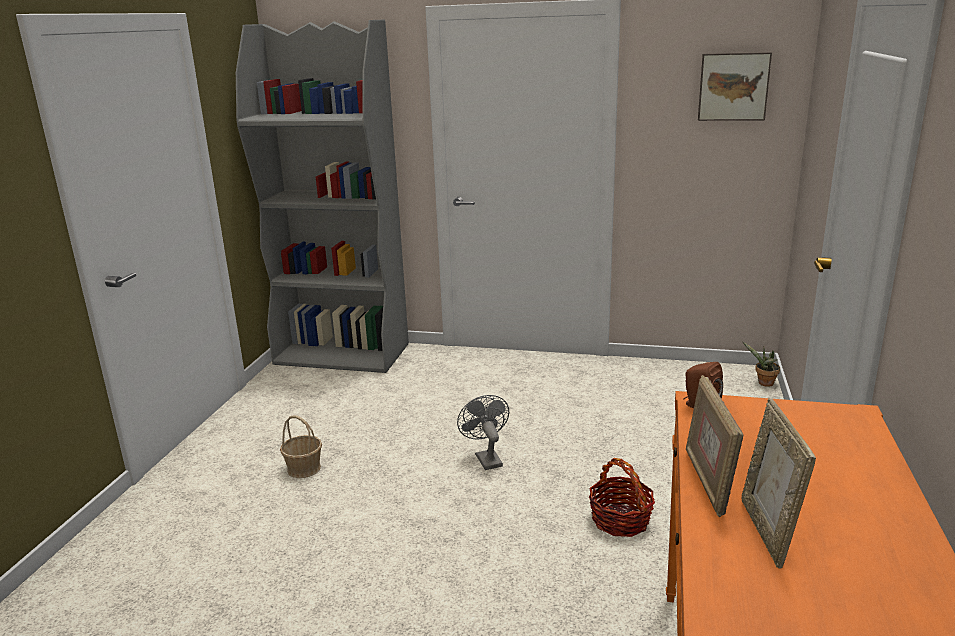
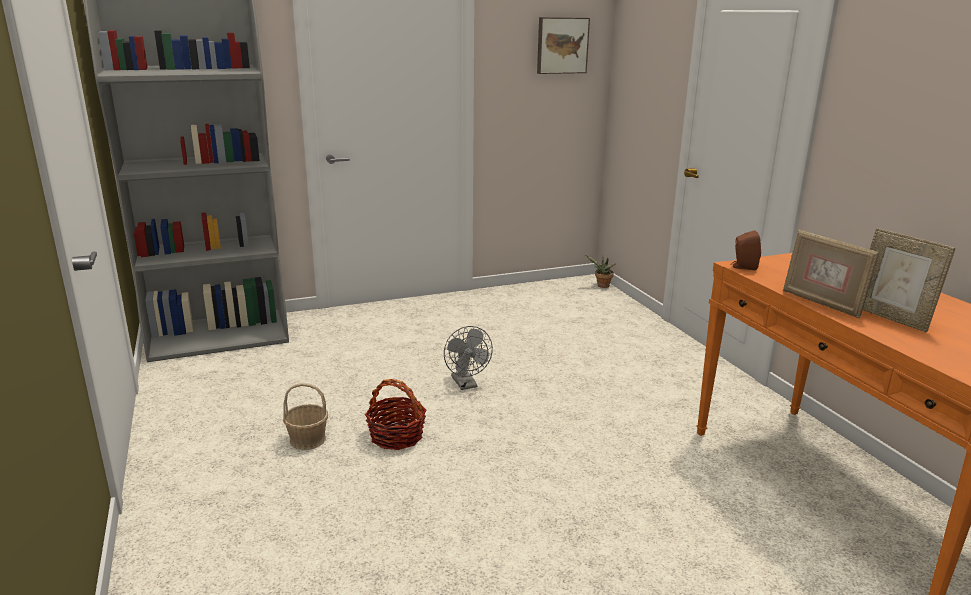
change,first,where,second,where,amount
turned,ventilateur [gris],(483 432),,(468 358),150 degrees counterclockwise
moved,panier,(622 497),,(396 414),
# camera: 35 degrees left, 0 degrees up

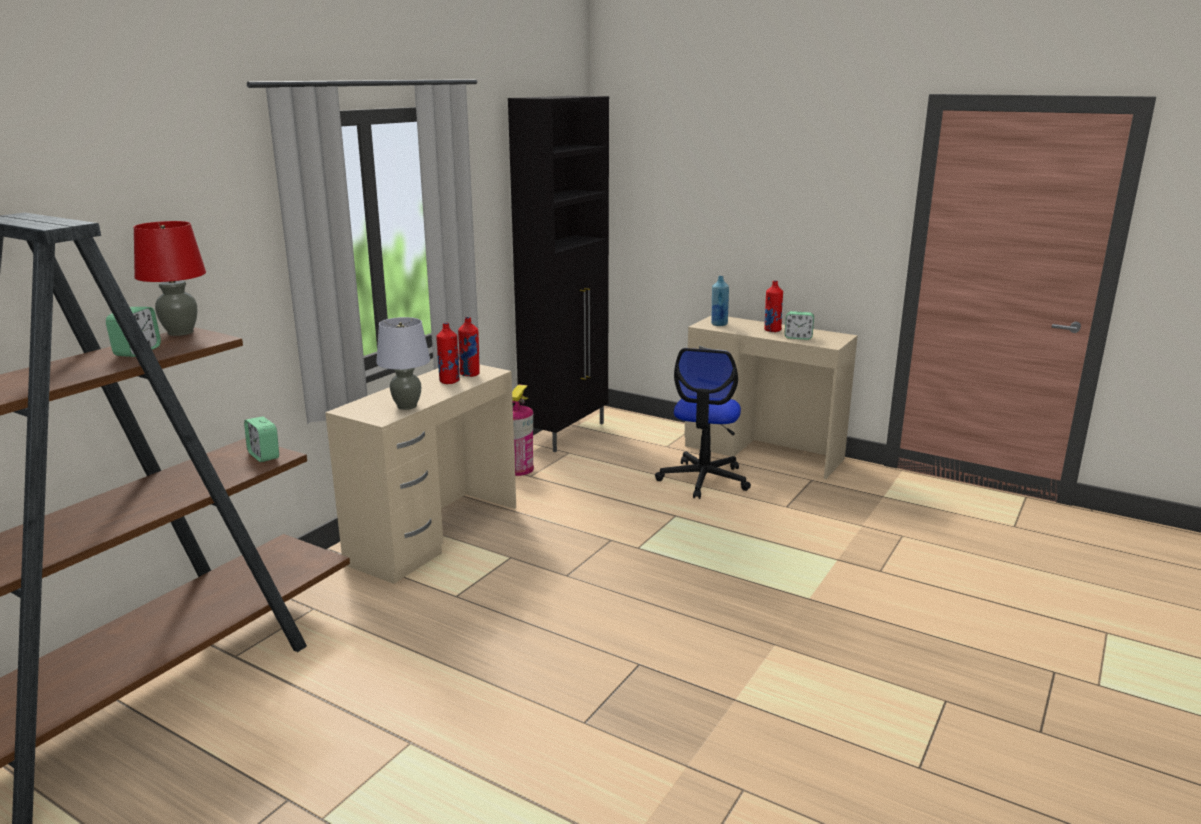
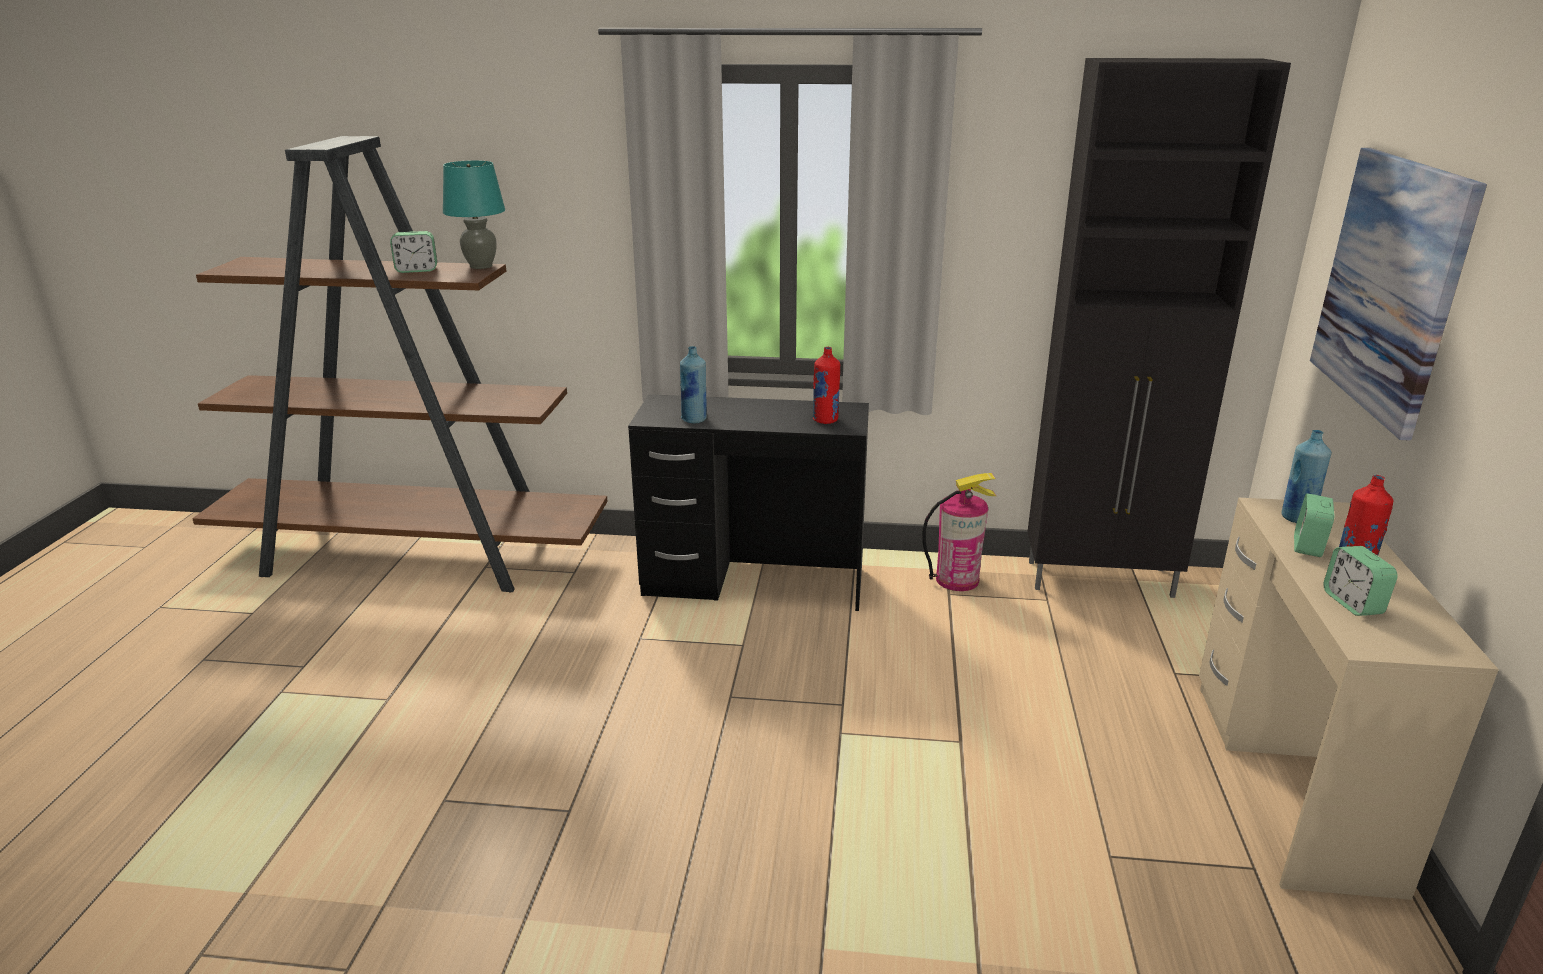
change,first,where,second,where,amount
recoloured,lampe de table [rouge],(169 278),lampe de table [turquoise],(474 214),
moved,réveil,(261 439),,(1314 525),
recoloured,bureau [beige],(420 472),bureau [noir],(748 502),
replaced,lampe de table [gris],(403 363),bouteille [bleu],(693 384),
removed,bouteille [rouge],(448 353),,,
removed,chaise de bureau,(703 423),,,
added,,,tableau,(1398 294),
# camera: 65 degrees right, 5 degrees up

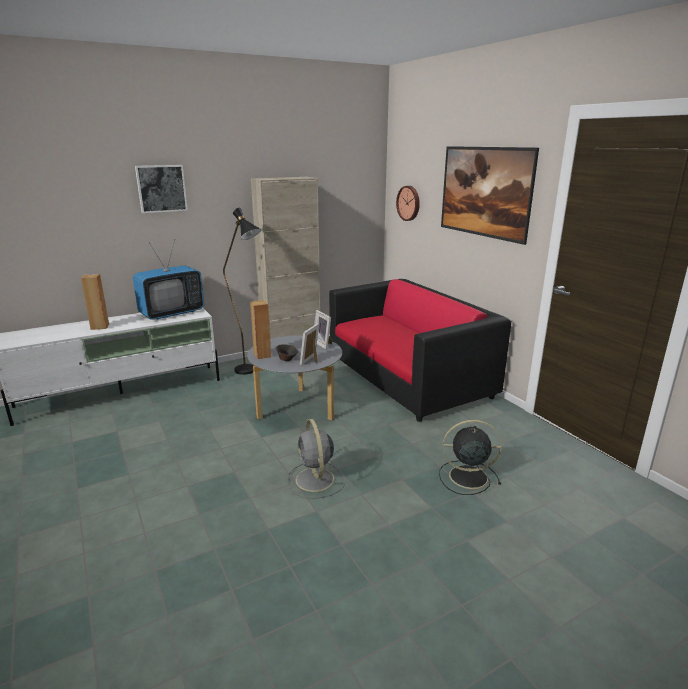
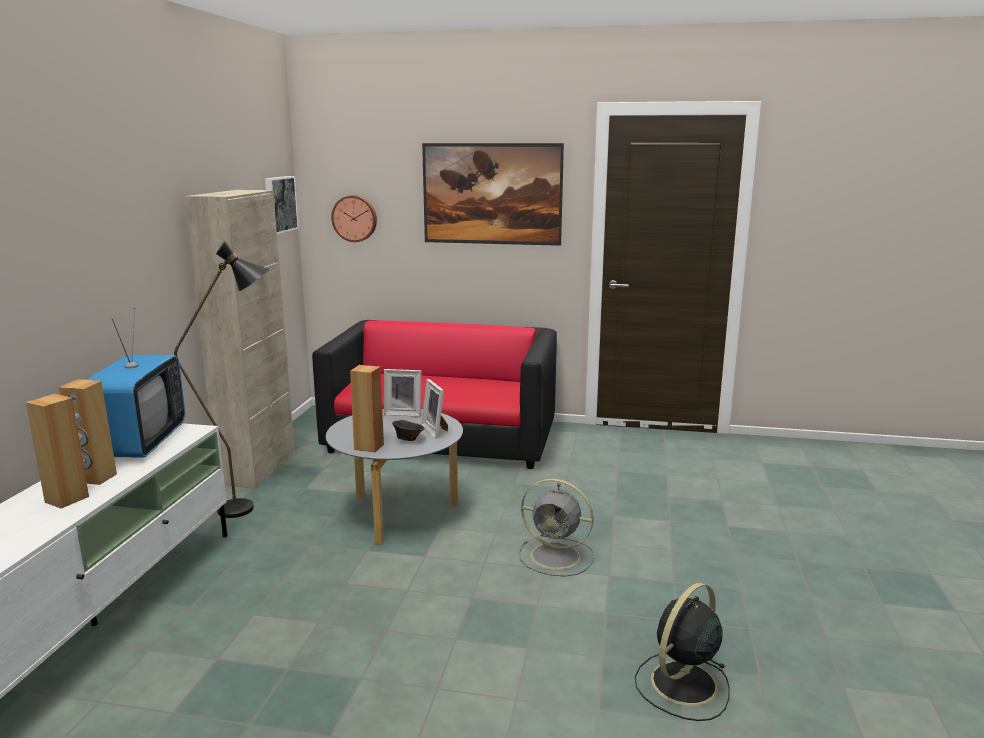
change,first,where,second,where,amount
moved,tableau,(161 189),,(282 205),
moved,ventilateur [noir],(470 457),,(682 652),
added,,,enceinte [marron],(88 432),
# camera: 50 degrees left, 5 degrees down

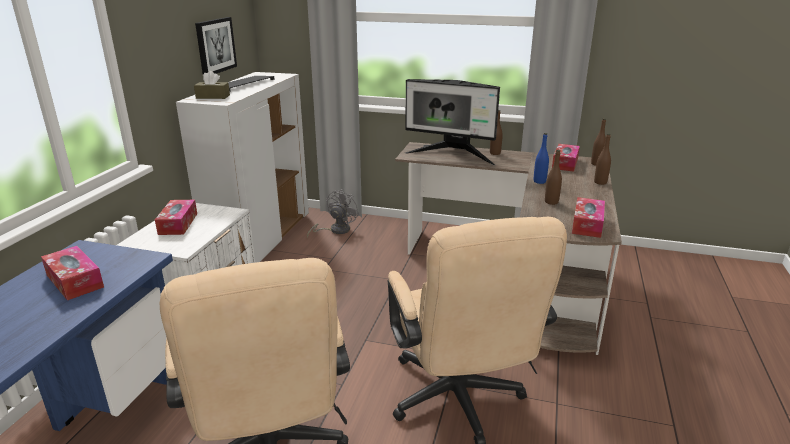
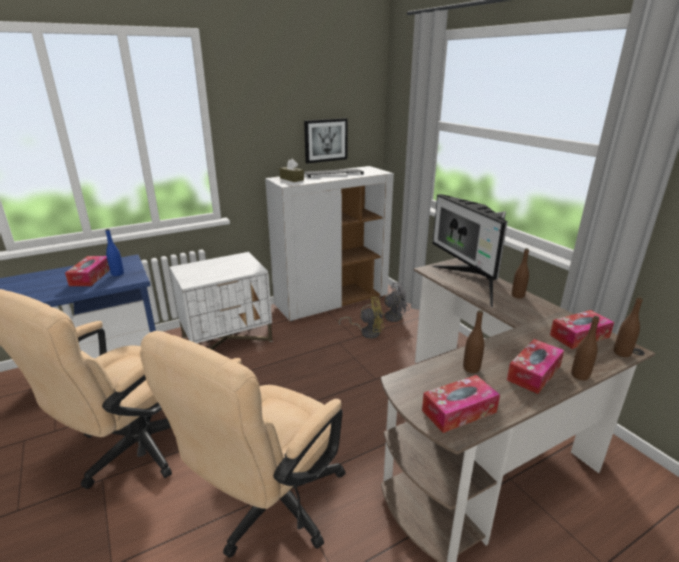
change,first,where,second,where,amount
moved,boîte à mouchoirs,(176 217),,(535 366),
moved,bouteille [bleu],(541 158),,(115 252),
added,,,ventilateur [jaune],(361 317),
# camera: 45 degrees right, 0 degrees up

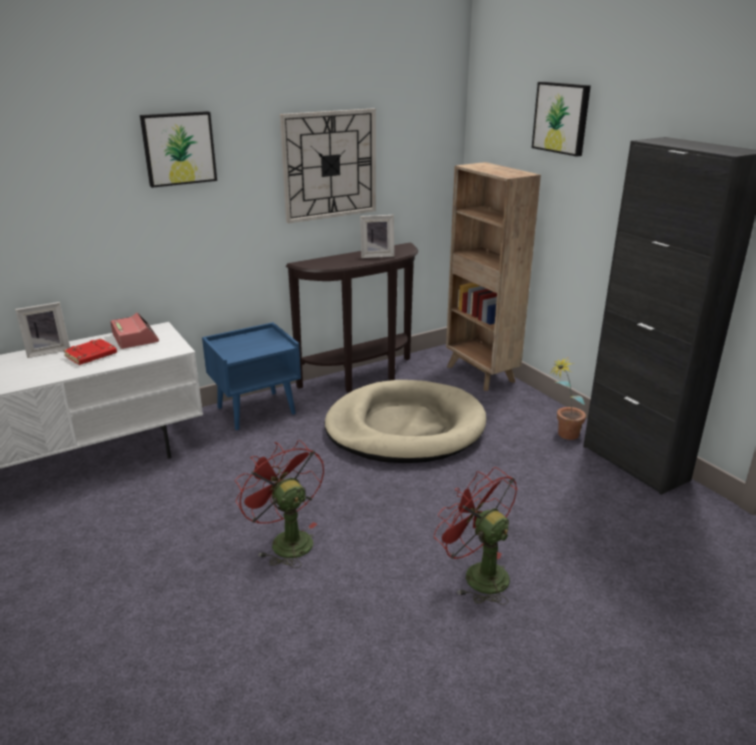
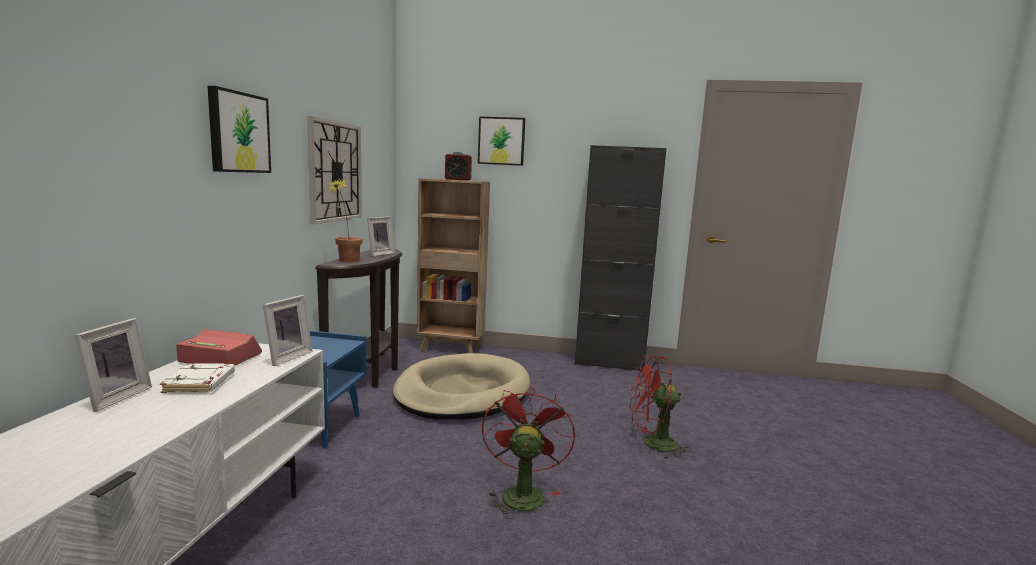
change,first,where,second,where,amount
recoloured,livre [rouge],(90 351),livre [blanc],(197 378),
turned,ventilateur [rouge],(279 504),,(528 452),90 degrees clockwise
moved,plante en pot,(568 398),,(345 220),
added,,,cadre photo,(288 330),
added,,,réveil,(458 166),
# camera: 50 degrees left, 15 degrees down

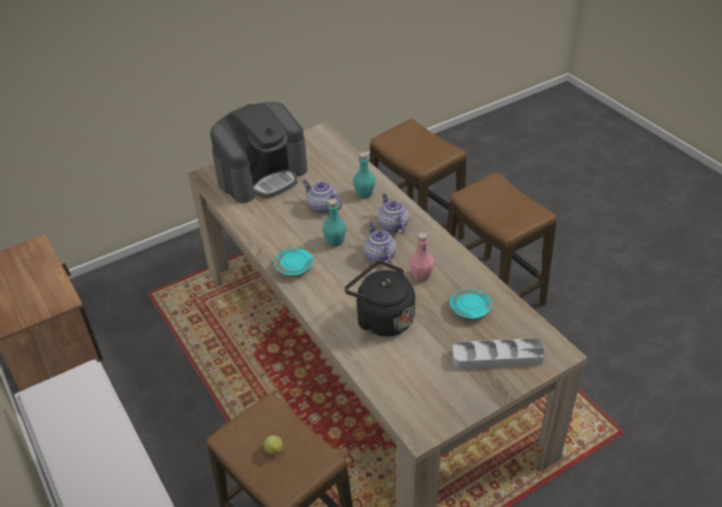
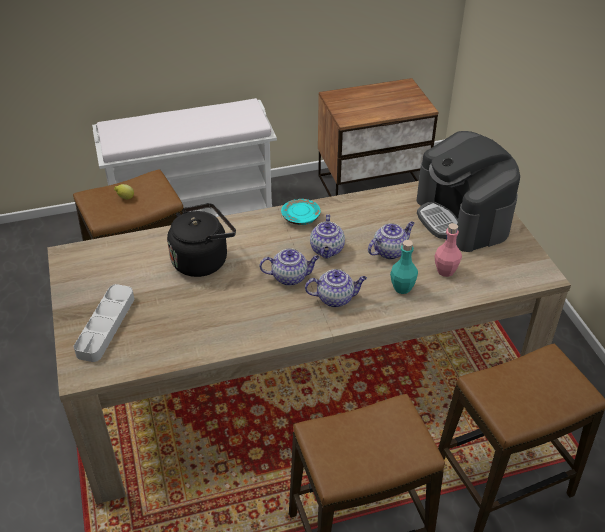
change,first,where,second,where,amount
replaced,bouteille [turquoise],(334 223),théière,(327 236),
moved,bouteille [rose],(422 257),,(448 250),
removed,assiette [turquoise],(471 304),,,
# camera: 105 degrees right, 0 degrees up

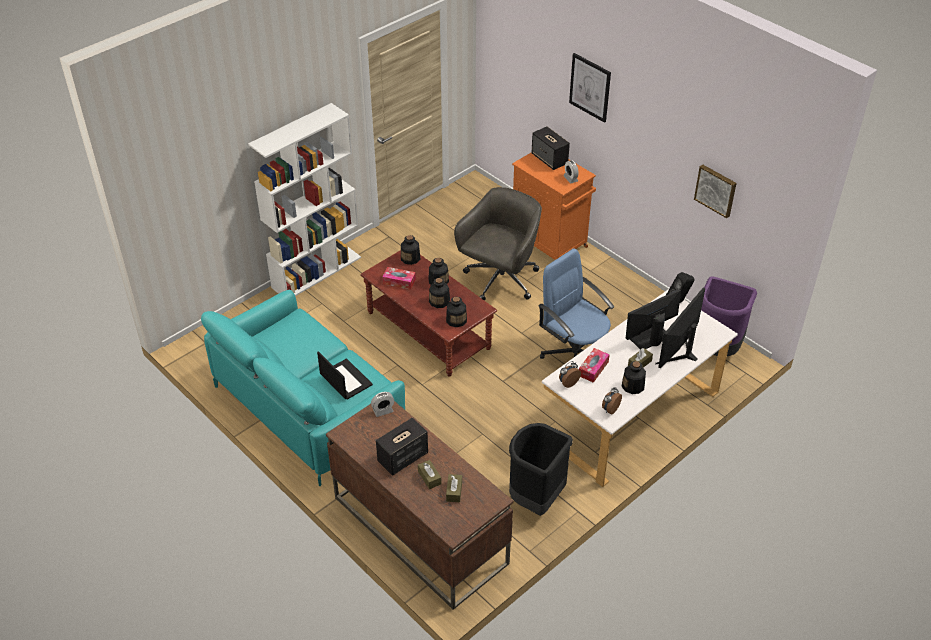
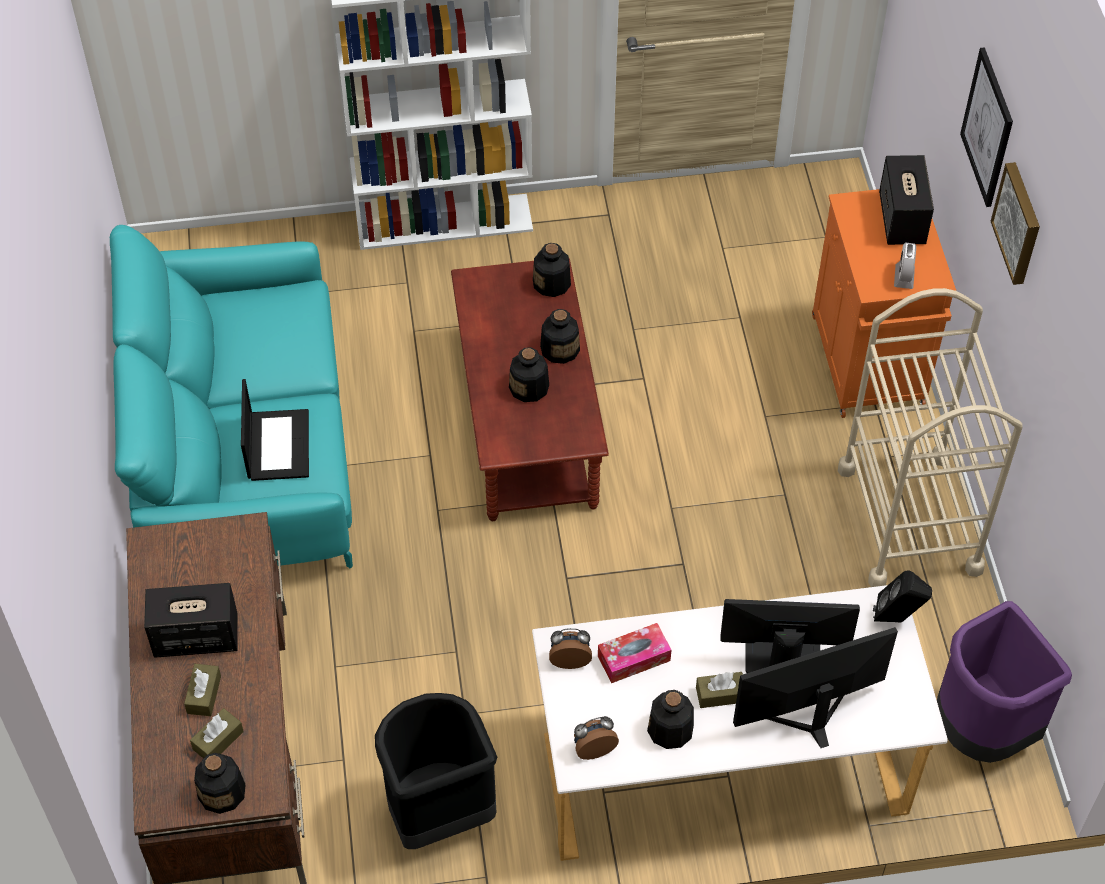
change,first,where,second,where,amount
removed,réveil,(382 404),,,
removed,boîte à mouchoirs,(399 278),,,
moved,bouteille,(456 311),,(219 783),
removed,chaise de bureau [gris],(498 244),,,
removed,chaise de bureau [bleu],(576 304),,,
moved,tableau,(715 191),,(1015 223),
added,,,chariot [beige],(930 437),
# camera: 35 degrees right, 10 degrees up

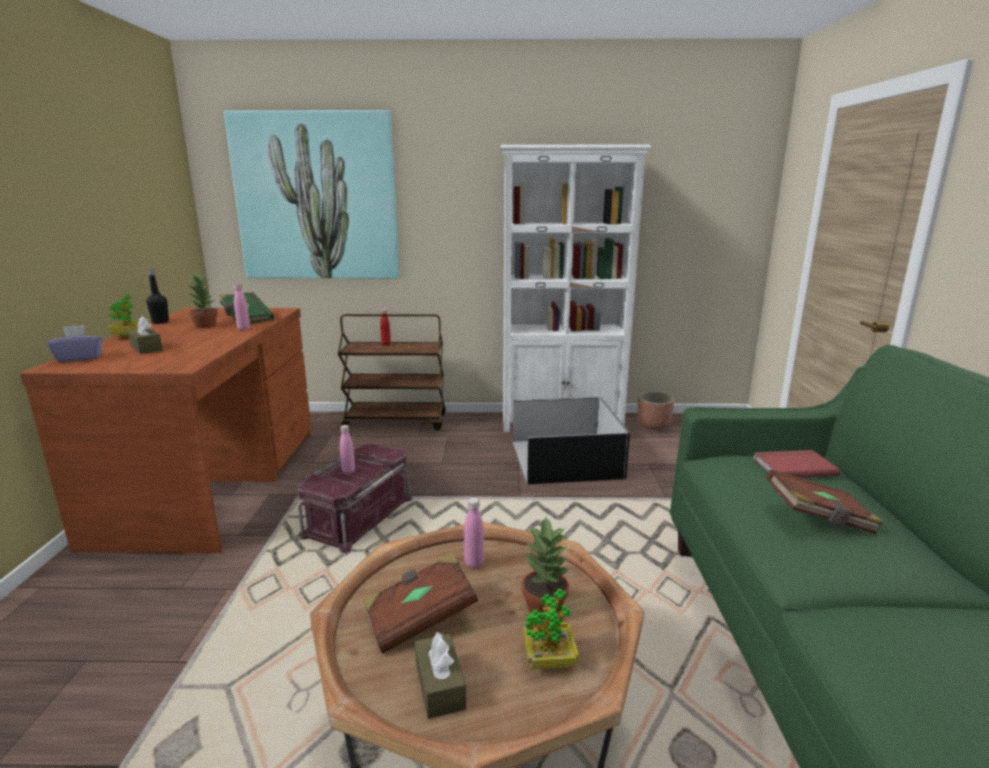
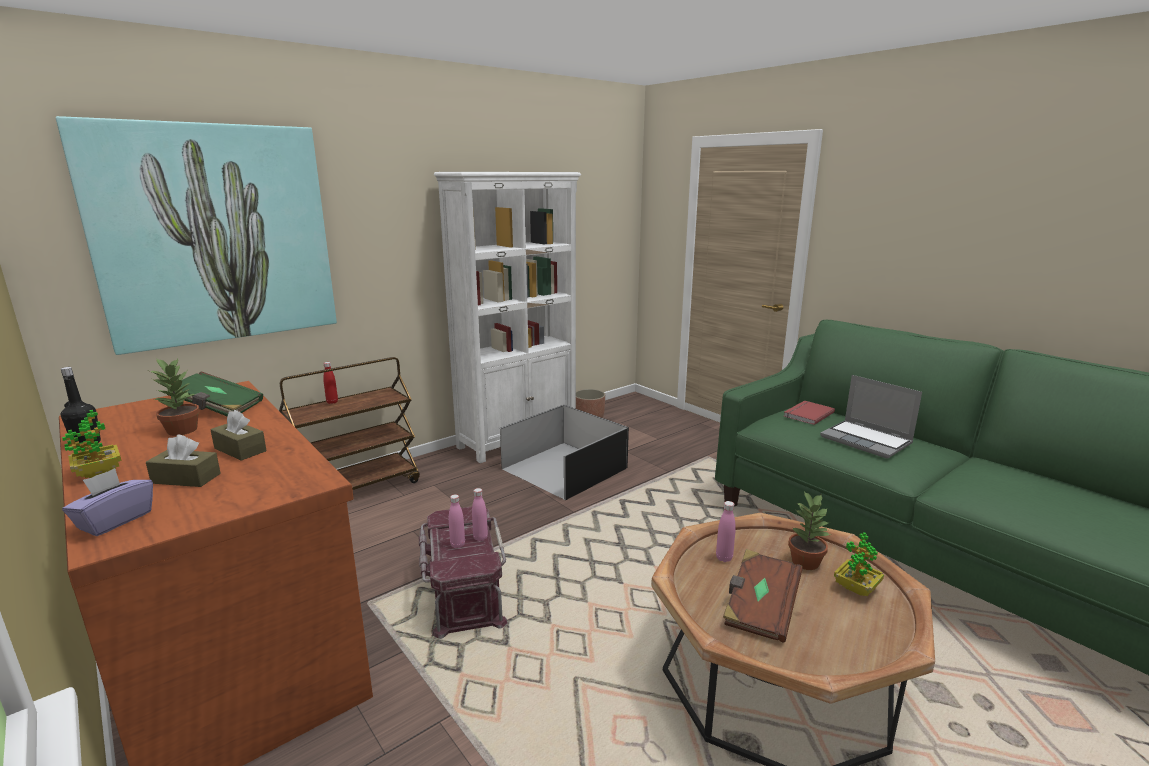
change,first,where,second,where,amount
moved,bouteille [rose],(242 307),,(480 514),
moved,boîte à mouchoirs [marron],(440 675),,(238 435),
replaced,livre [marron],(825 502),ordinateur portable,(871 417),
# camera: 40 degrees left, 0 degrees up

